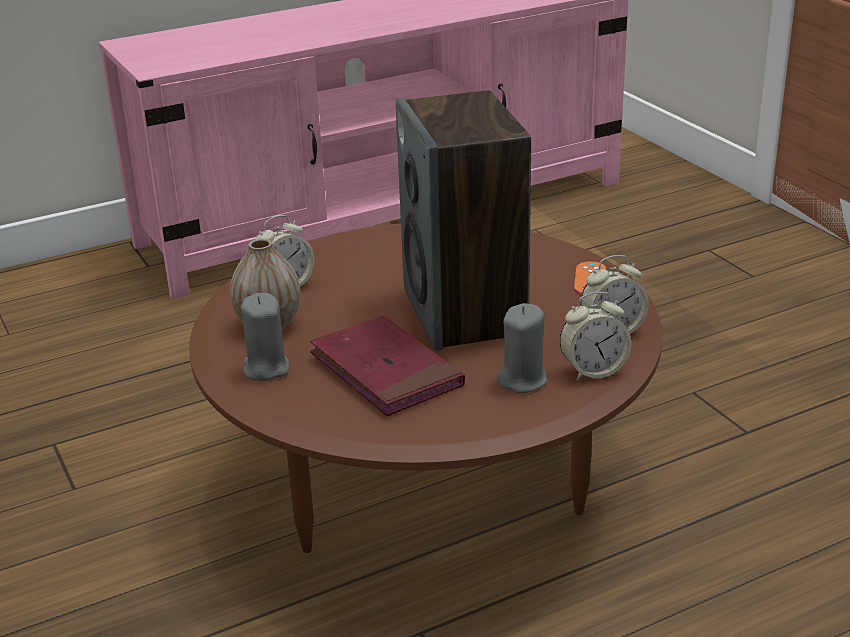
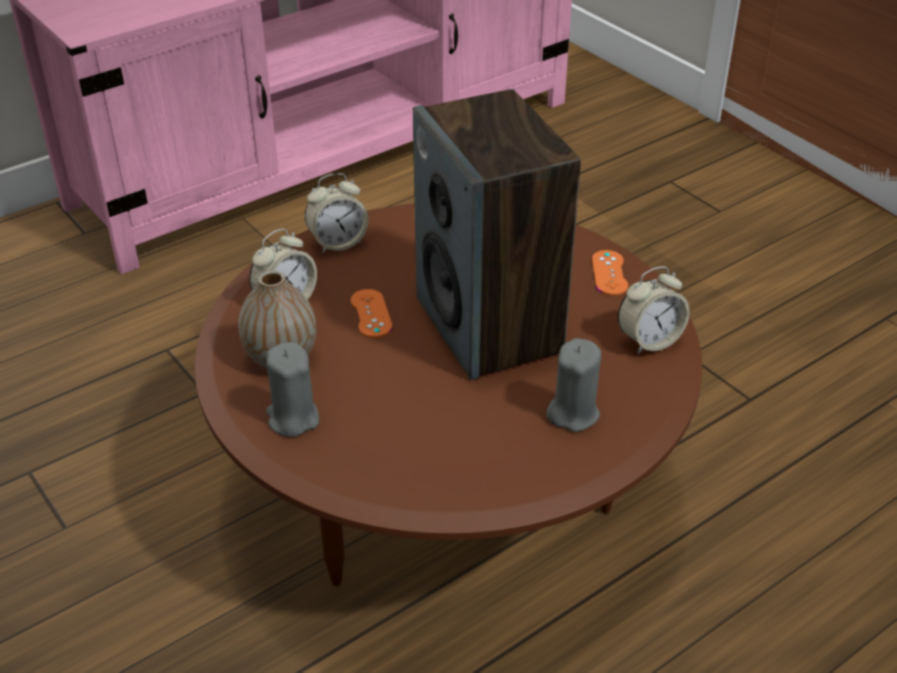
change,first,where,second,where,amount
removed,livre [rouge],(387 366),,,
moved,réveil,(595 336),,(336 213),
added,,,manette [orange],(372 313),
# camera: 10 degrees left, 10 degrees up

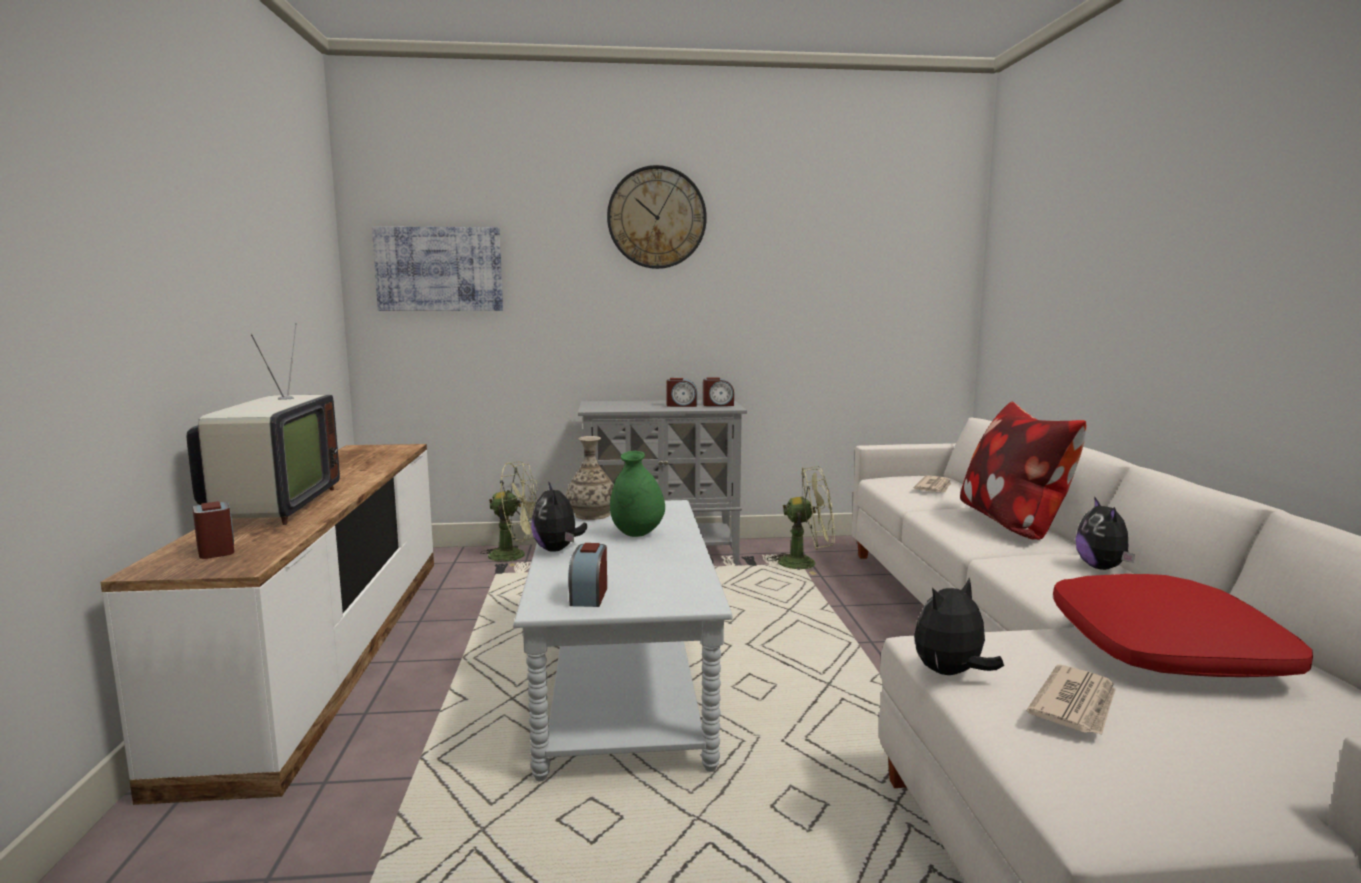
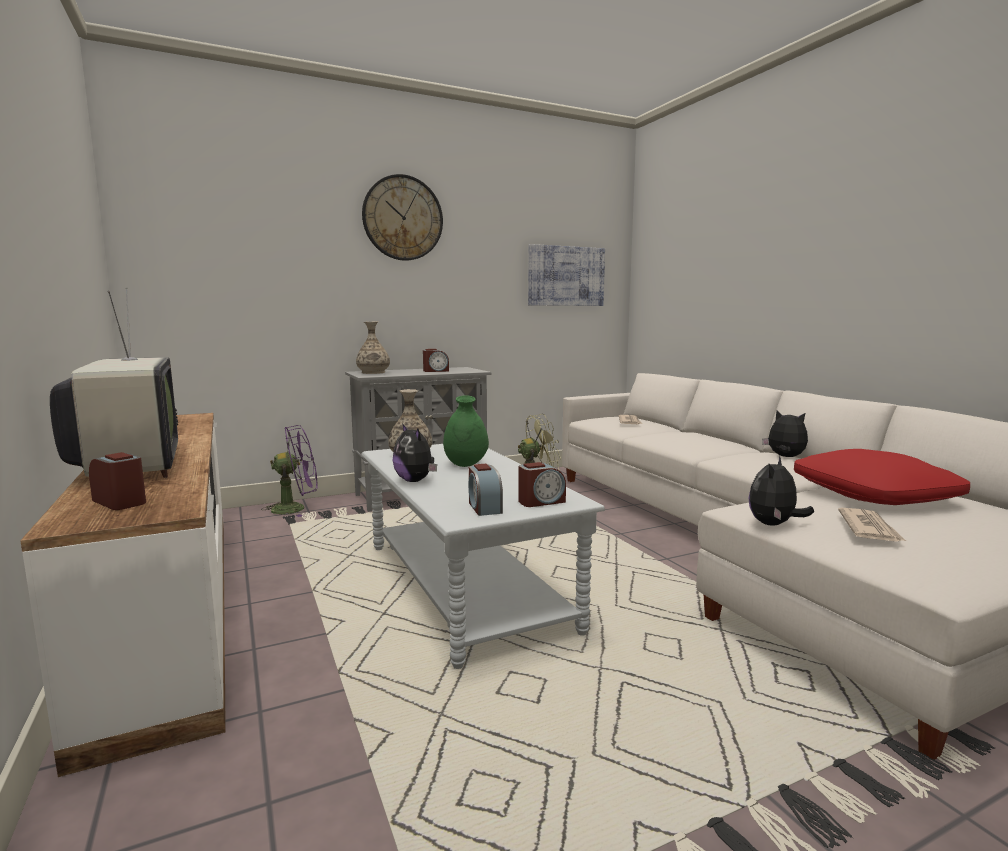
change,first,where,second,where,amount
moved,tableau,(437 268),,(566 275),
recoloured,ventilateur [vert],(509 514),ventilateur [violet],(289 471),
moved,réveil,(718 392),,(542 484),
removed,coussin,(1023 470),,,
turned,peluche,(1105 533),,(785 433),150 degrees clockwise
added,,,vase,(373 348),
# camera: 20 degrees left, 0 degrees up

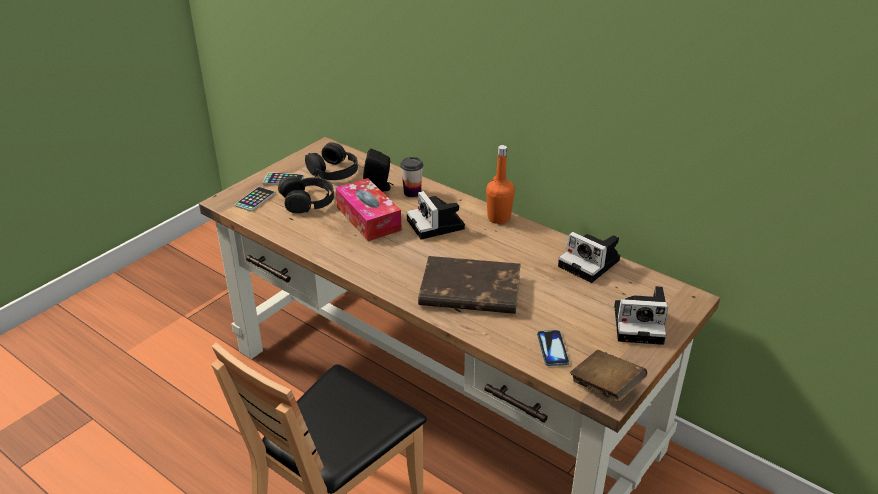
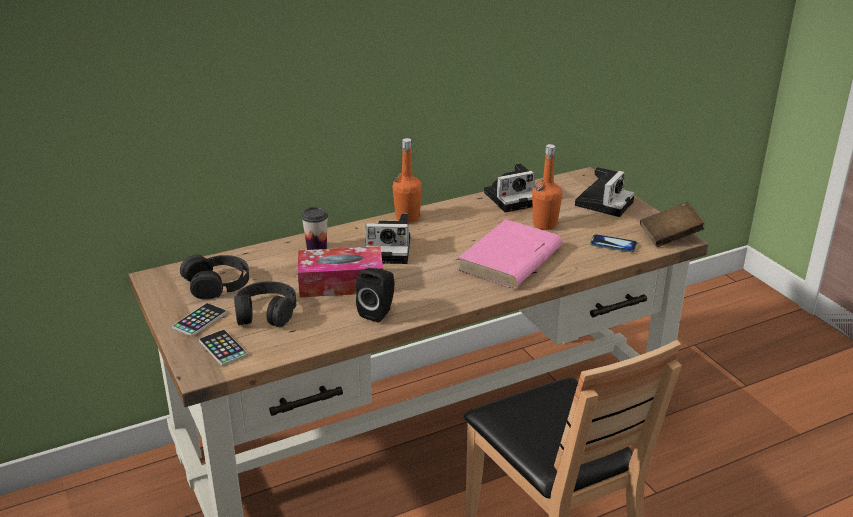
change,first,where,second,where,amount
moved,enceinte [noir],(378 170),,(375 295),
recoloured,livre [marron],(469 285),livre [rose],(510 254),
added,,,bouteille [orange],(547 187),
# camera: 65 degrees left, 5 degrees down

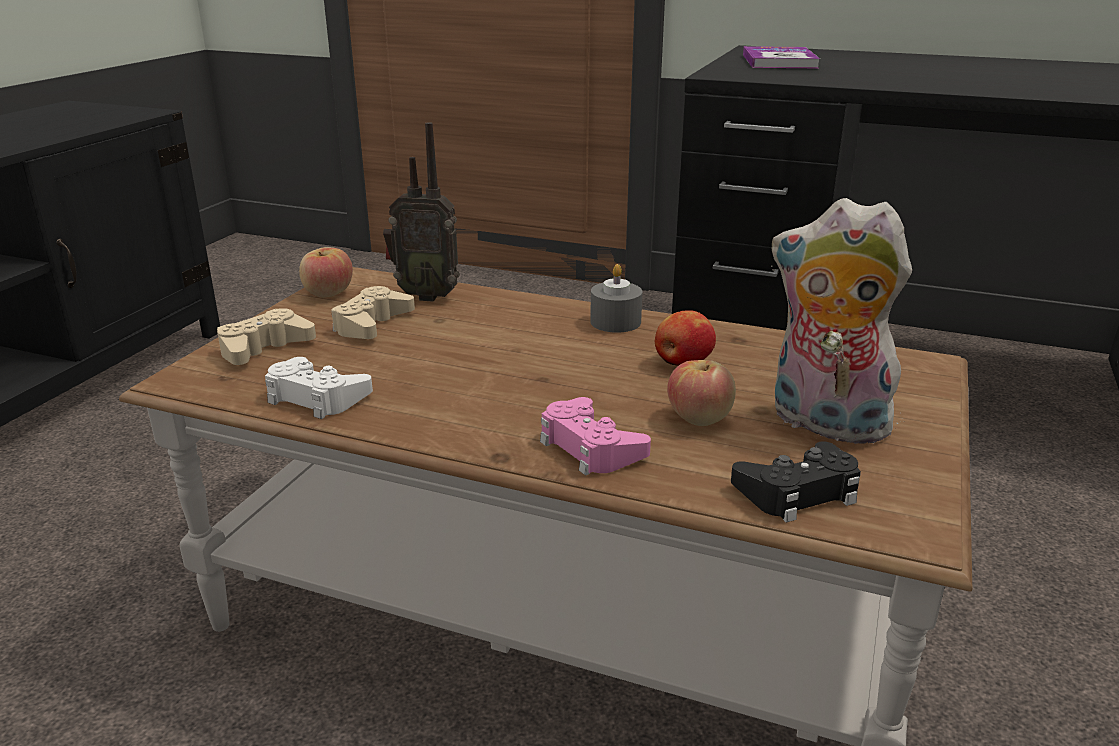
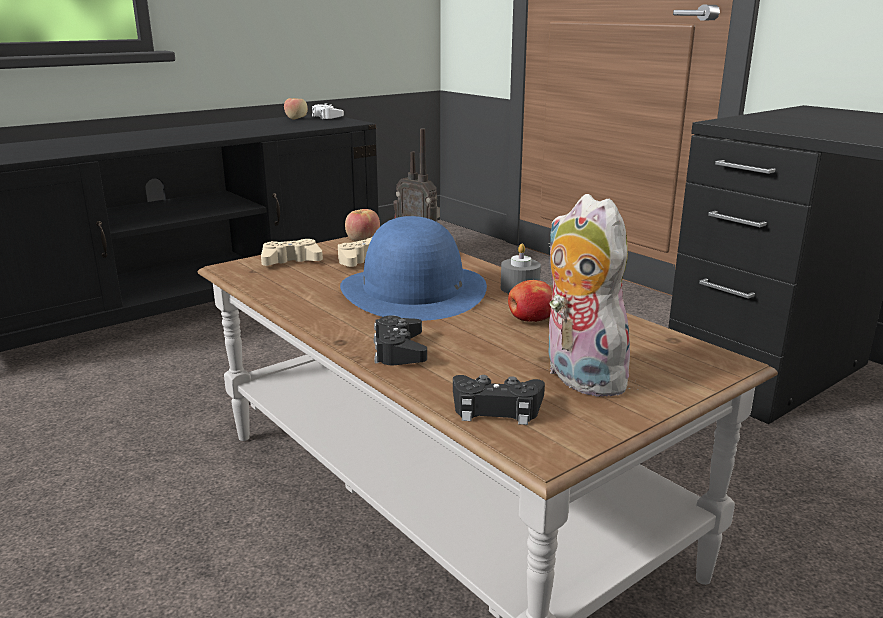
change,first,where,second,where,amount
moved,manette [blanc],(319 388),,(328 111),
recoloured,manette [rose],(595 436),manette [noir],(400 340),
moved,pomme,(701 393),,(296 109),
removed,livre,(781 57),,,
added,,,chapeau [bleu],(413 268),
# camera: 30 degrees right, 5 degrees down

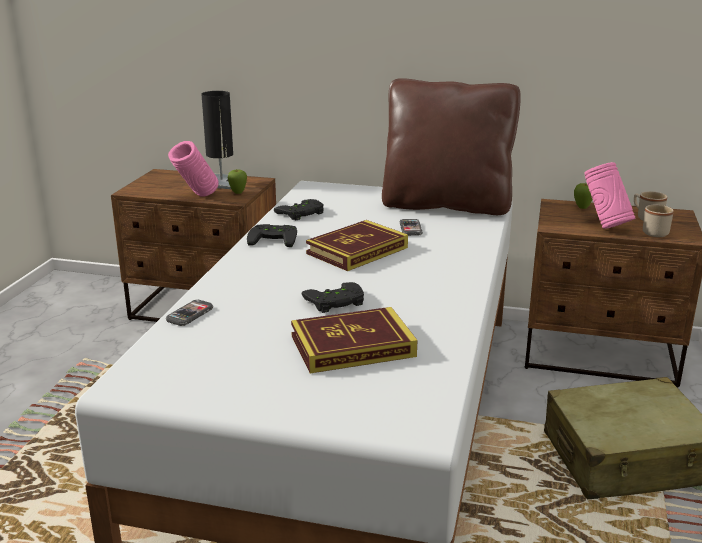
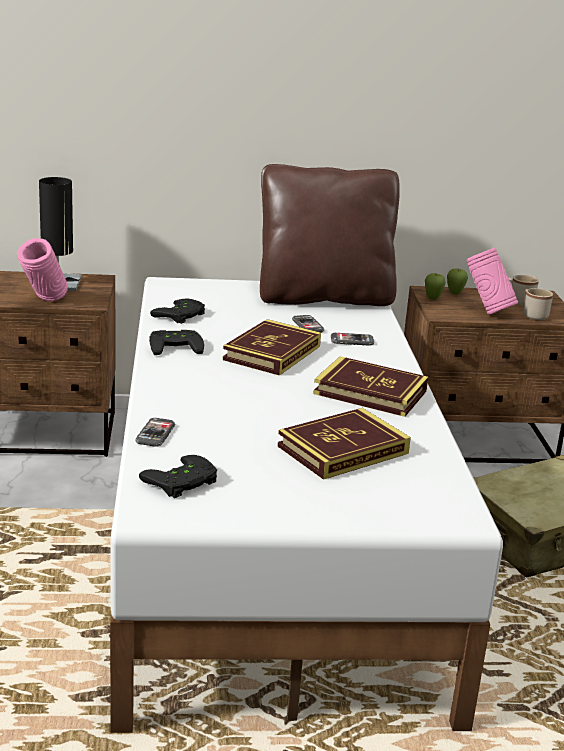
change,first,where,second,where,amount
moved,pomme,(237 181),,(435 286),
moved,manette [noir],(333 297),,(178 476),
added,,,livre,(370 386),
added,,,téléphone,(352 339),
# camera: 20 degrees left, 0 degrees up

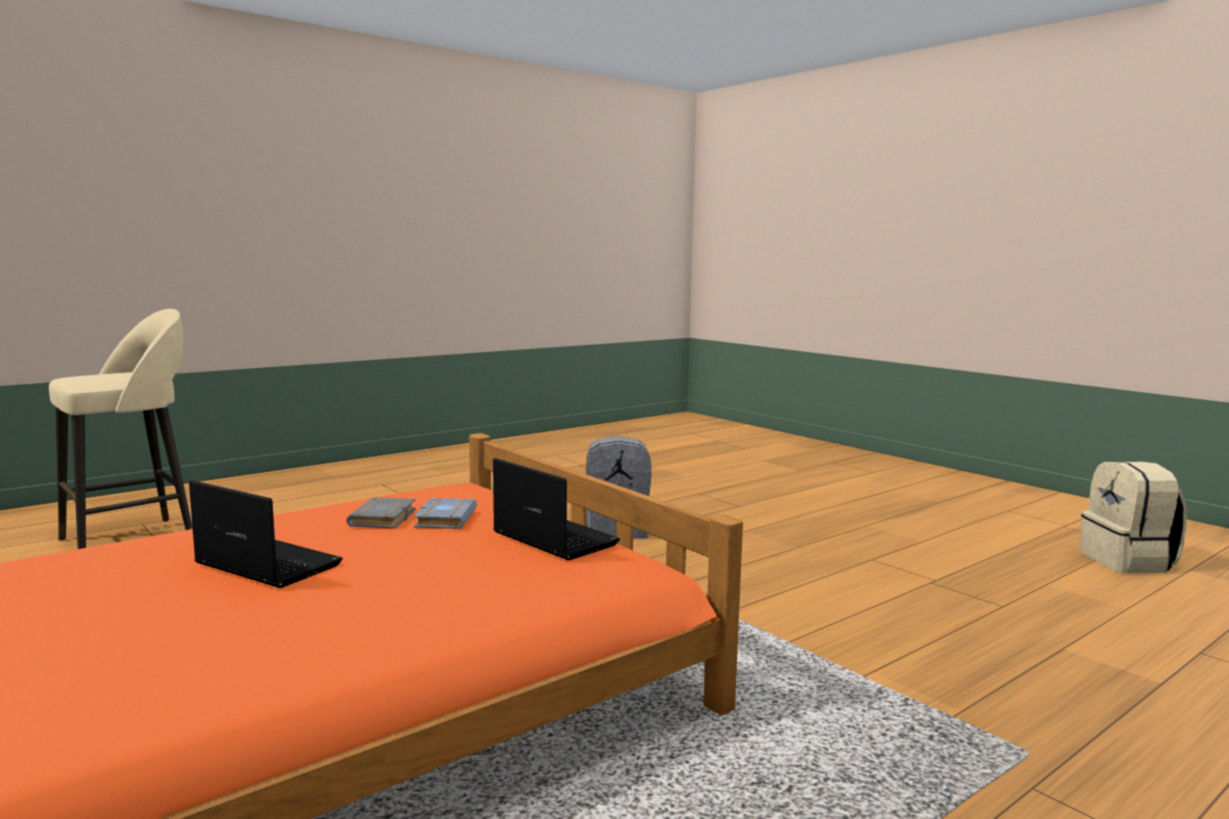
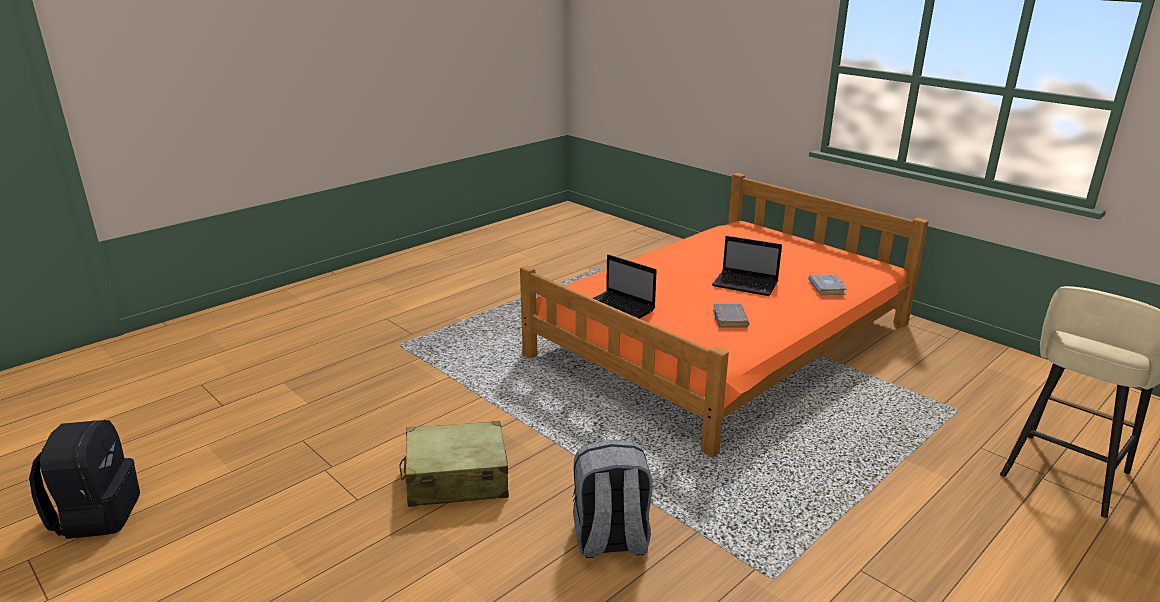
change,first,where,second,where,amount
moved,livre [gris],(445 513),,(827 284),
recoloured,sac à dos [beige],(1133 517),sac à dos [noir],(84 479),
added,,,valise [beige],(454 464),
# camera: 175 degrees right, 15 degrees up

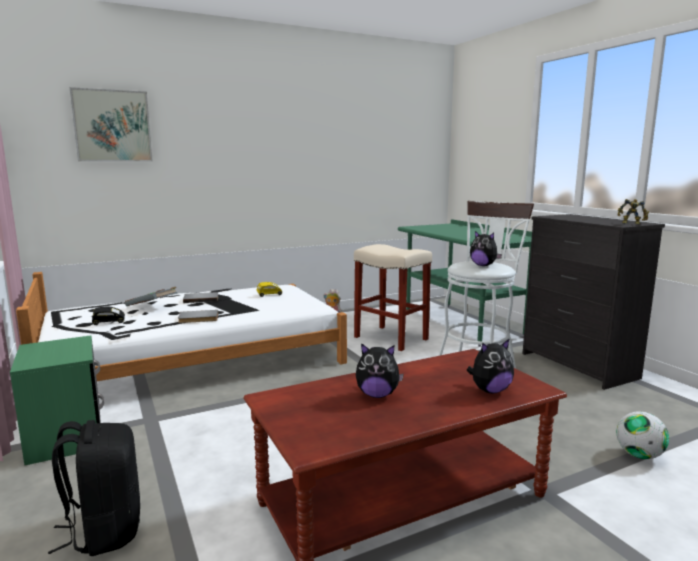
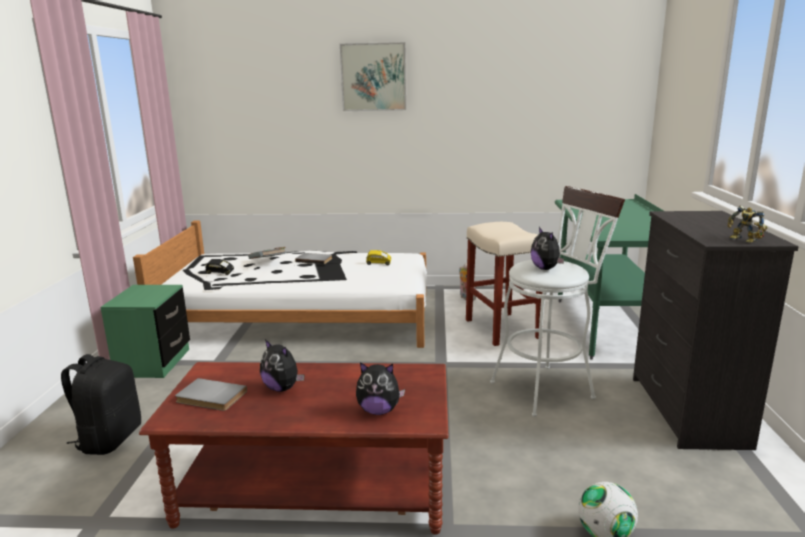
change,first,where,second,where,amount
moved,tableau,(111 124),,(373 76),
moved,livre [gris],(198 316),,(211 394),
# camera: 30 degrees right, 5 degrees up

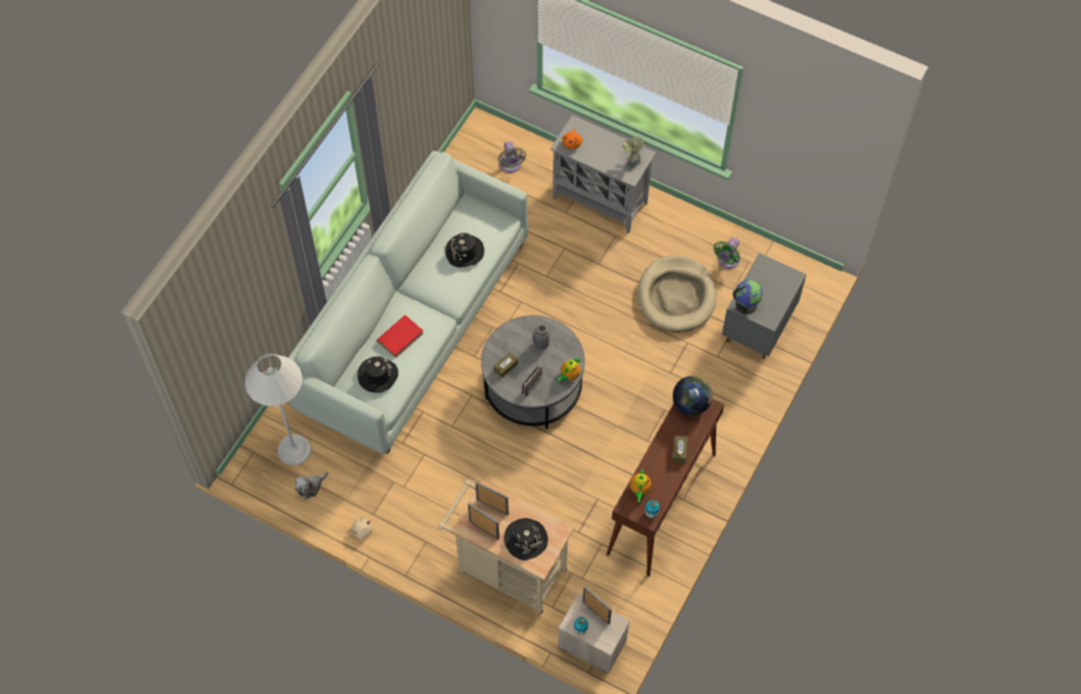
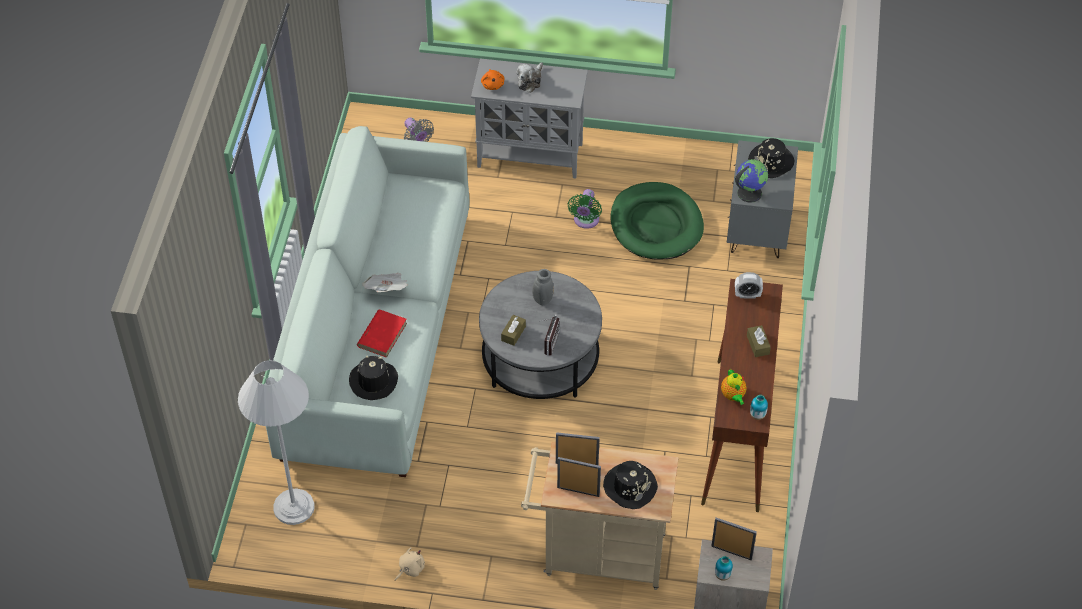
change,first,where,second,where,amount
moved,peluche,(311 486),,(530 77),
moved,chapeau [noir],(465 250),,(771 158),
removed,théière,(569 370),,,
removed,plante en pot,(633 150),,,
recoloured,panier pour chien [beige],(677 293),panier pour chien [vert],(657 221),
replaced,globe,(692 396),réveil,(749 285),
moved,ventilateur [vert],(726 253),,(585 209),
added,,,journal,(385 282),
# camera: 20 degrees left, 10 degrees down

